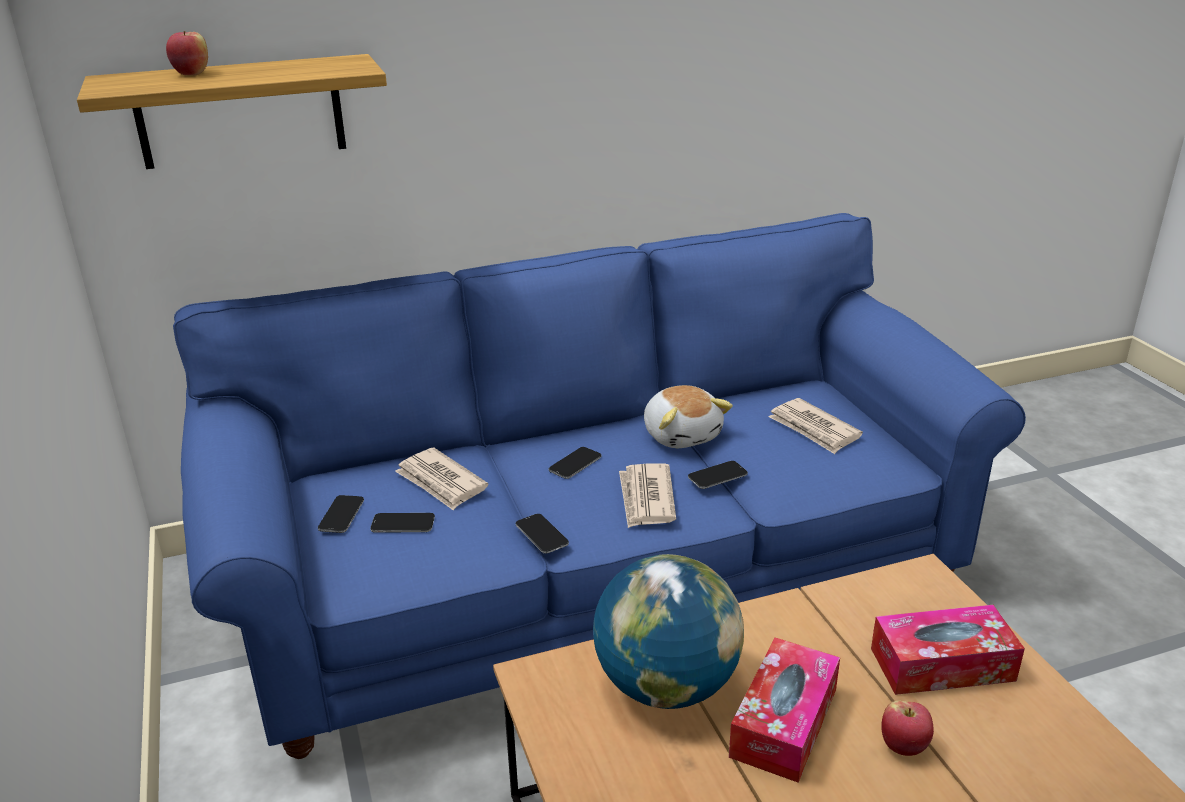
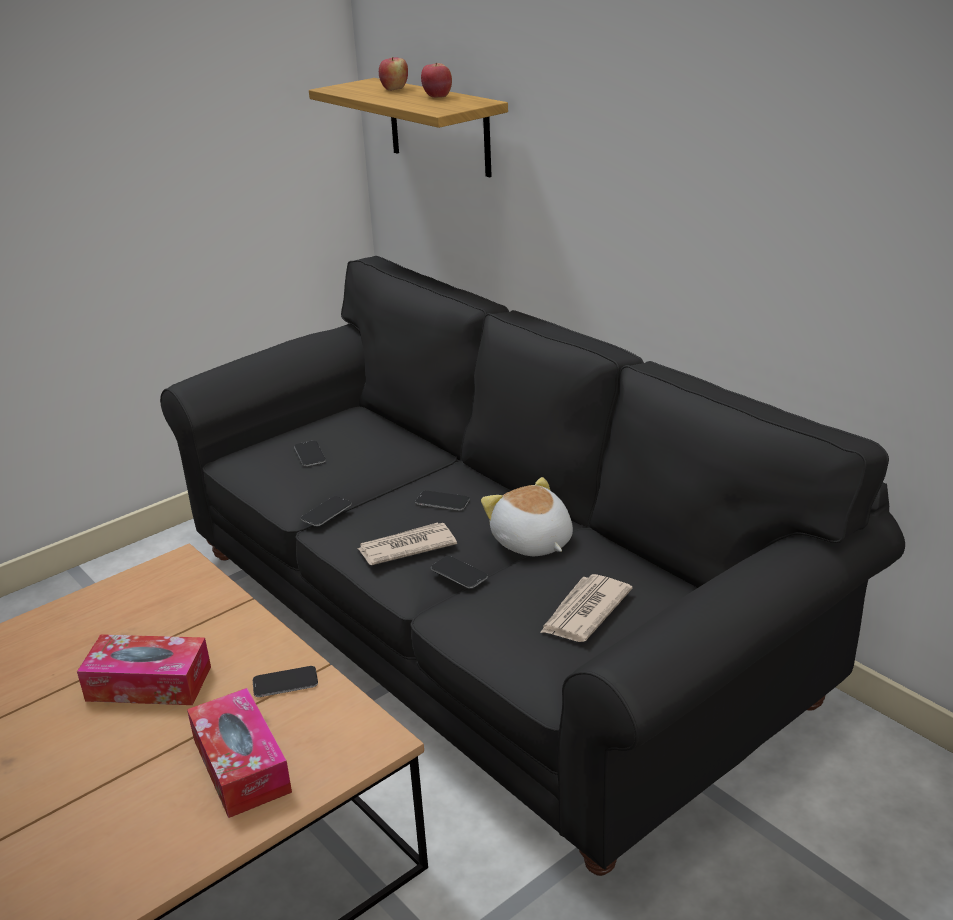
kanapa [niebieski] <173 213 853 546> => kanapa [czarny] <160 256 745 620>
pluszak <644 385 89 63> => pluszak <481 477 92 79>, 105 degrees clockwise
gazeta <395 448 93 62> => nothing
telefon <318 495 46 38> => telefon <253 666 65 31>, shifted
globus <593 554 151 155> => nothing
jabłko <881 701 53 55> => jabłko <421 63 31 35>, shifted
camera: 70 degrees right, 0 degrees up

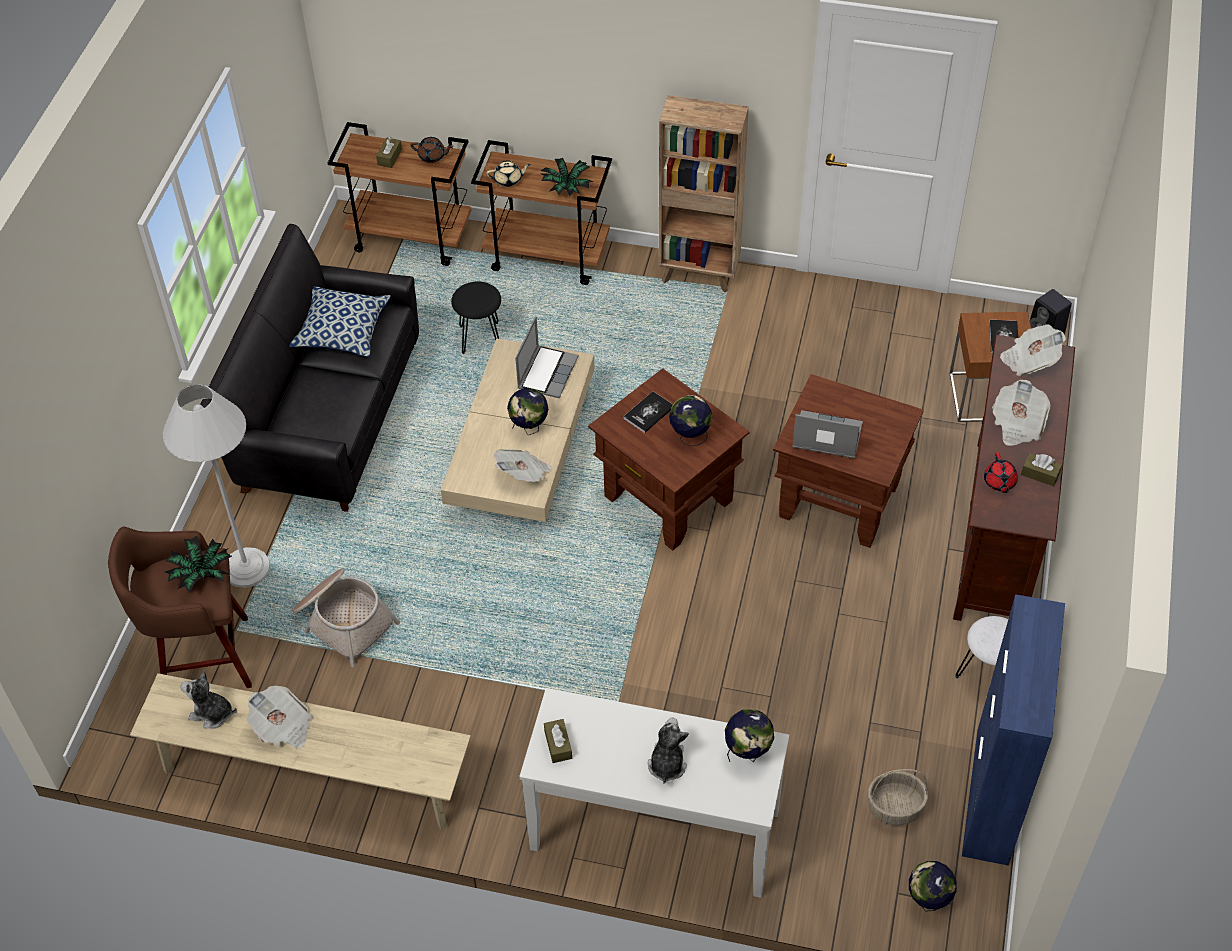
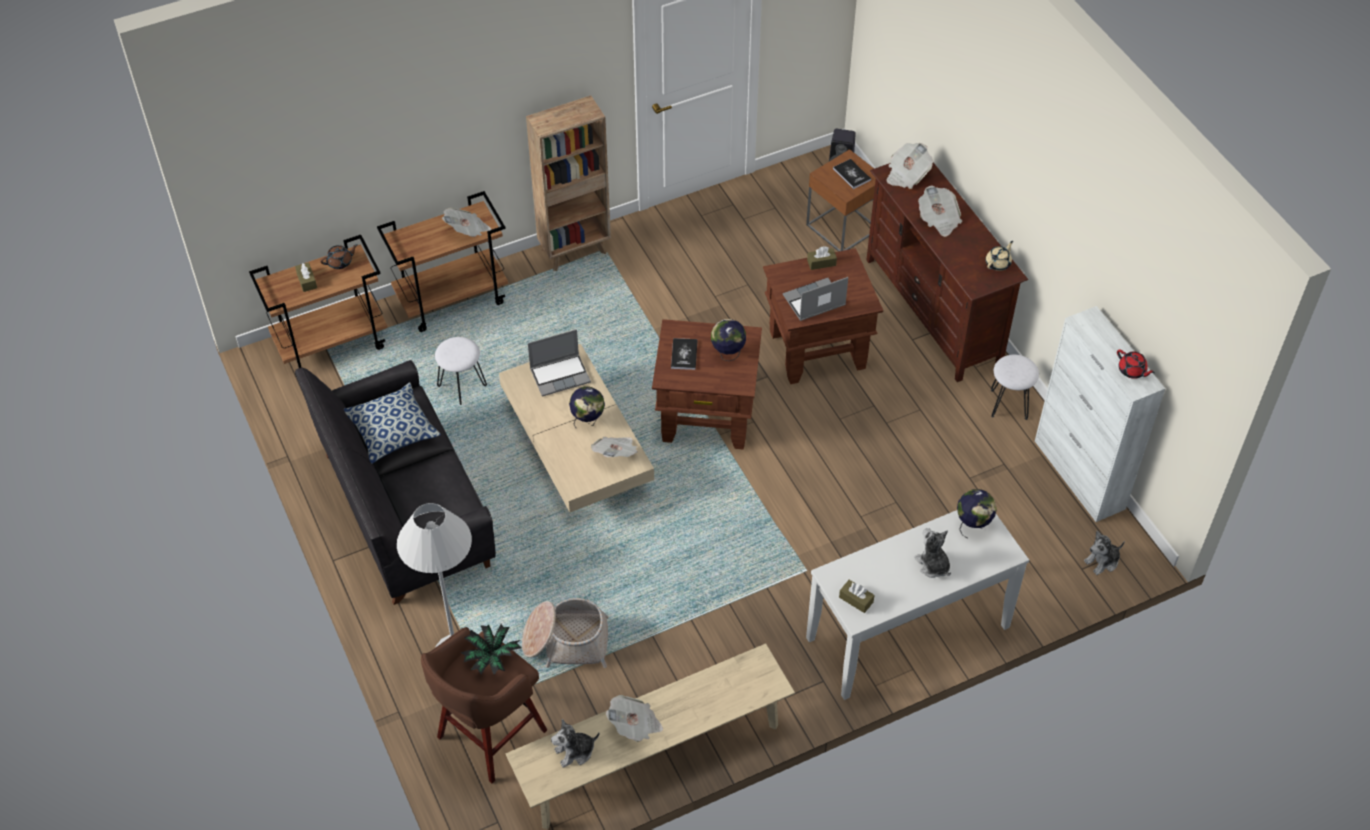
roślina doniczkowa <541 158 53 39> => gazeta <442 207 49 30>
imbryk [beżowy] <486 160 45 27> => imbryk [beżowy] <986 241 27 30>, shifted
stołek [czarny] <451 282 50 72> => stołek [biały] <435 337 52 68>
laptop <515 316 63 82> => laptop <528 329 63 68>, 90 degrees clockwise
imbryk [czerwony] <984 452 34 41> => imbryk [czerwony] <1117 349 38 30>, shifted
pudełko chusteczek [brązowy] <1021 453 41 33> => pudełko chusteczek [brązowy] <807 246 30 24>, shifted
szafka [niebieski] <962 594 103 271> => szafka [biały] <1035 306 131 216>
koszyk <868 769 60 57> => nothing
globus <909 861 48 51> => pluszak <1084 531 41 44>
camera: 40 degrees left, 0 degrees up

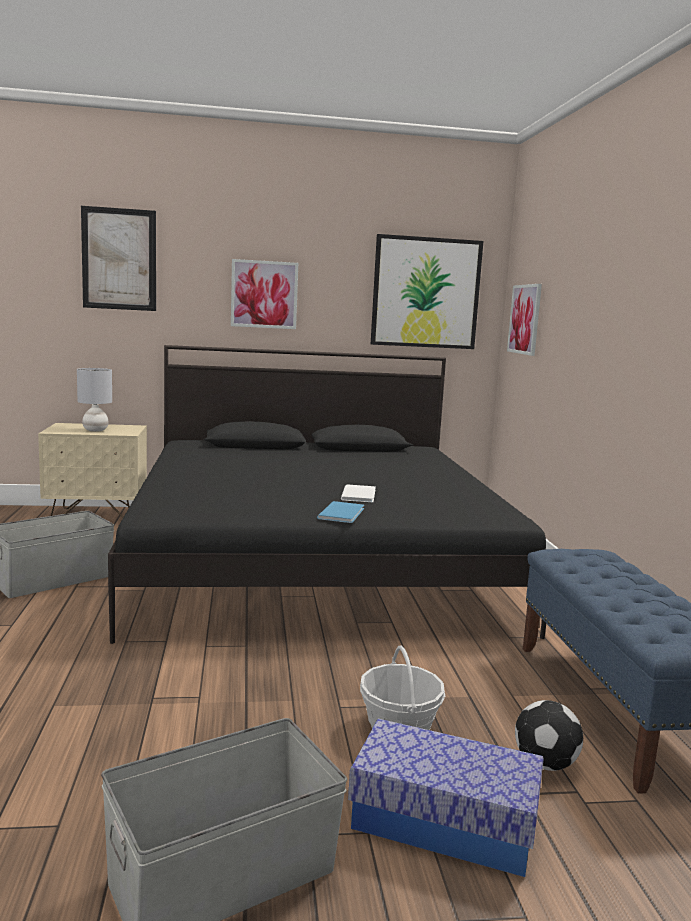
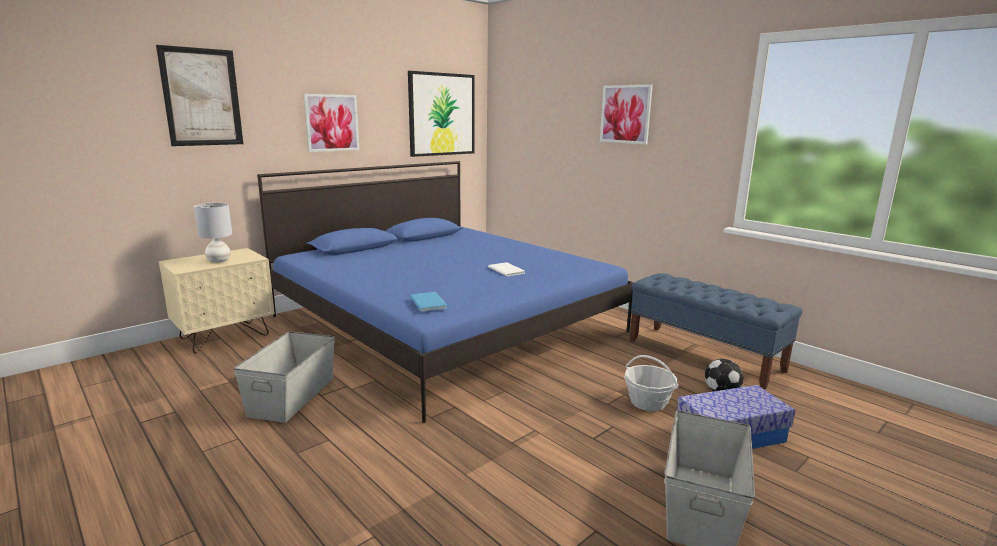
obraz <507 284 35 72> => obraz <600 84 53 60>, shifted
łóżko [czarny] <108 345 438 299> => łóżko [niebieski] <257 161 377 262>
książka [niebieski] <317 501 47 22> => książka [niebieski] <410 292 37 20>, shifted
camera: 35 degrees left, 5 degrees up

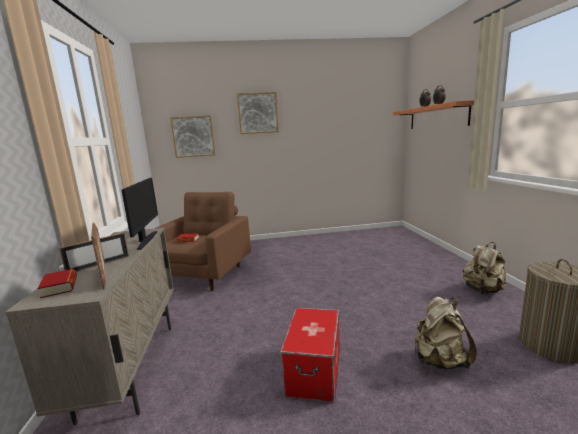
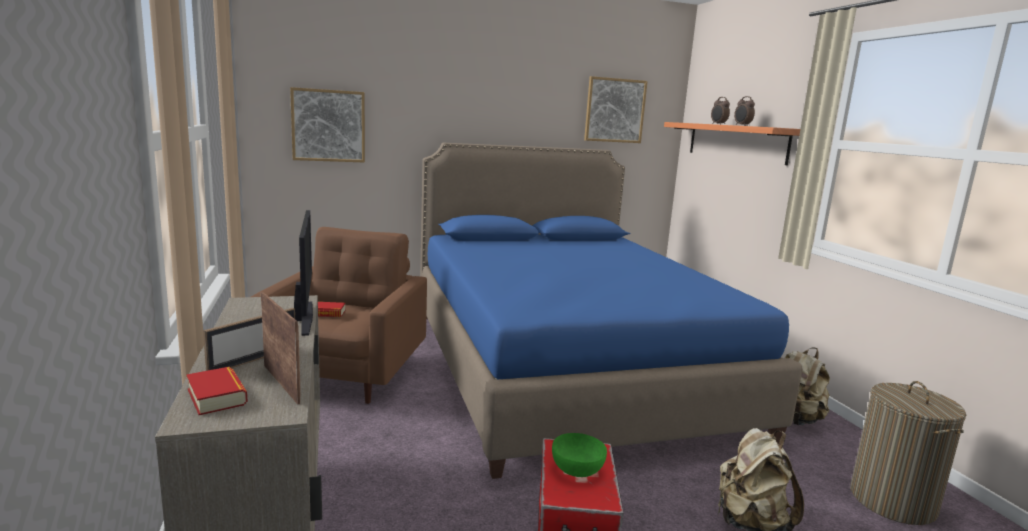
obraz <237 92 42 42> => obraz <584 76 64 67>, shifted
nothing => łóżko [niebieski] <420 143 383 336>
nothing => miska [zielony] <552 433 55 44>
camera: 10 degrees left, 0 degrees up

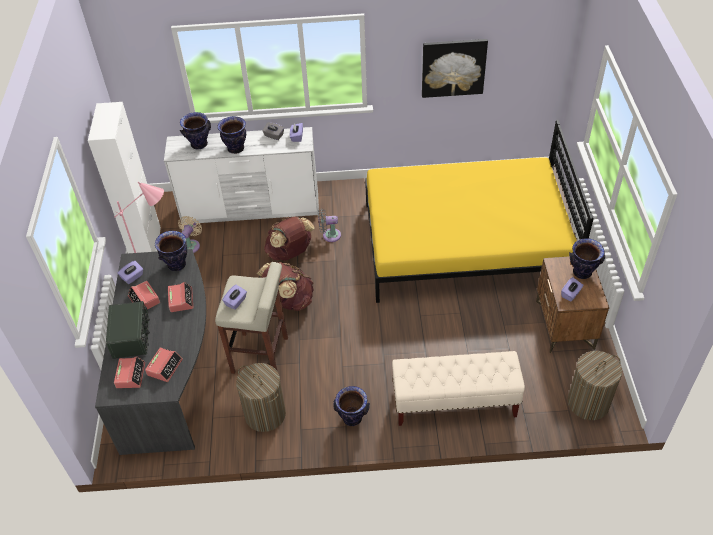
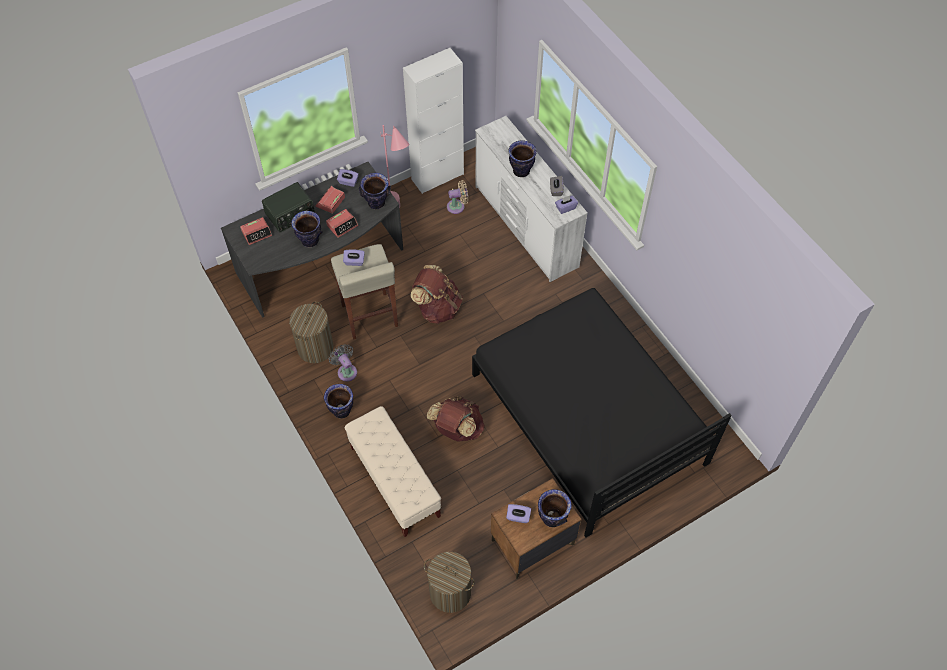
obraz <422 39 66 59> => nothing
wazon <180 112 31 38> => wazon <291 211 32 36>, shifted
łóżko [żółty] <365 120 229 183> => łóżko [czarny] <472 288 260 249>
wentylator [szary] <318 208 23 34> => wentylator [szary] <329 344 28 38>, shifted
plecak [brązowy] <264 216 51 45> => plecak [brązowy] <427 396 58 46>, shifted
budzik <145 347 38 35> => nothing
camera: 60 degrees right, 10 degrees up

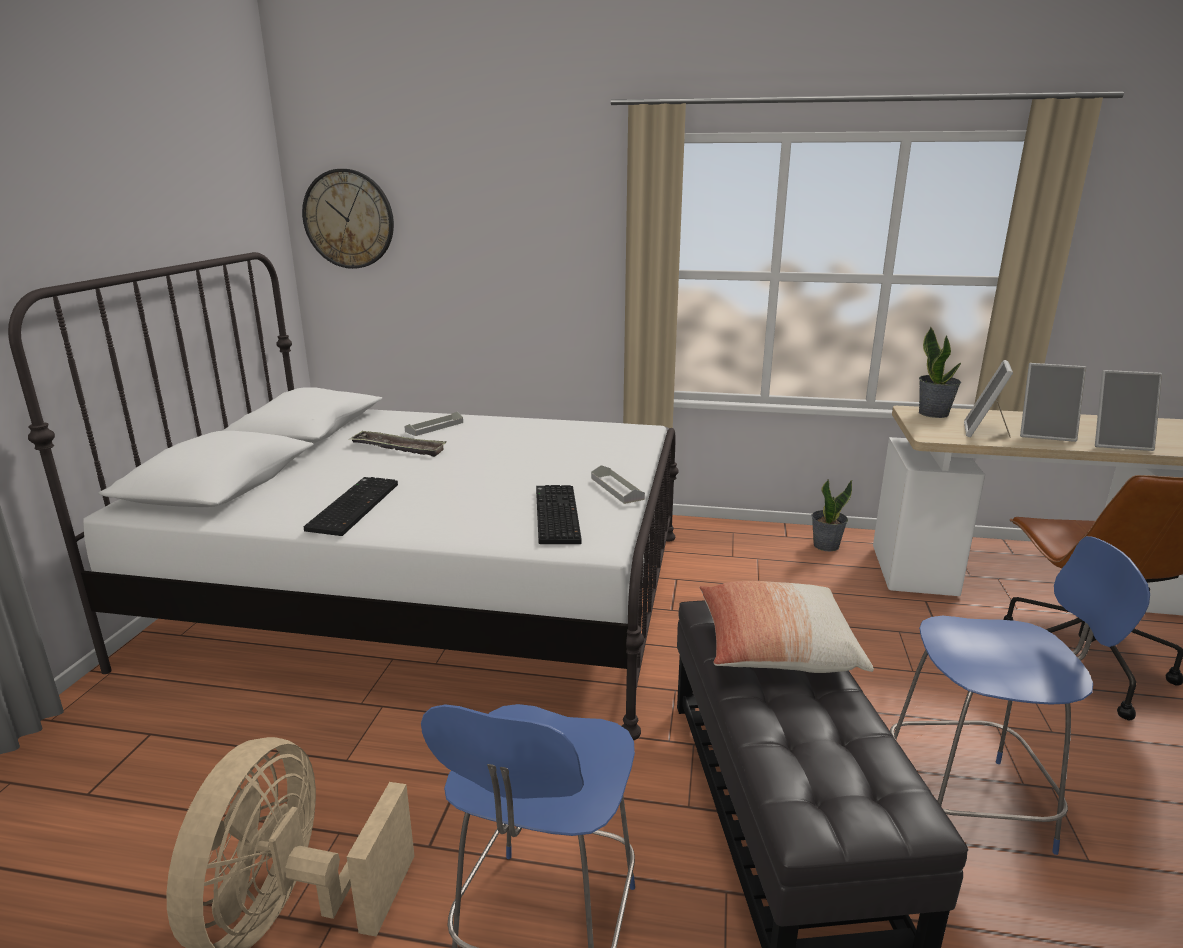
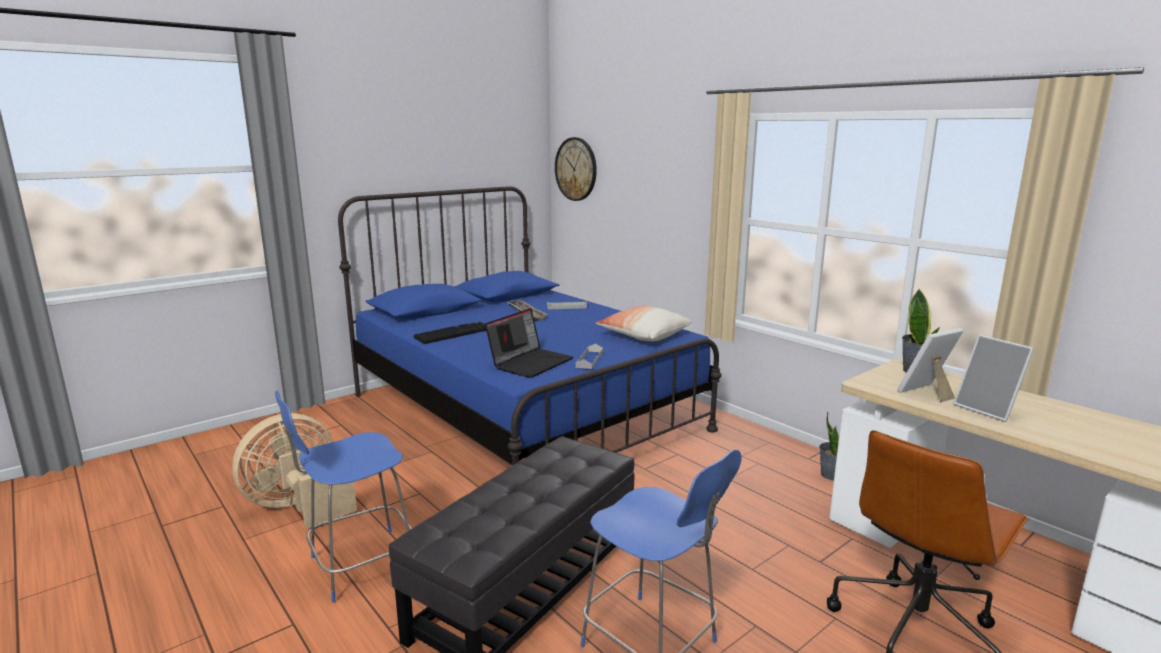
łóżko [biały] <8 252 671 488> => łóżko [niebieski] <338 186 384 280>
ramka na zdjęcie <1095 370 67 81> => nothing
klawiatura <536 485 46 59> => laptop <485 308 88 70>
poduszka <699 581 175 92> => poduszka <596 305 96 36>, shifted
camera: 40 degrees right, 5 degrees down

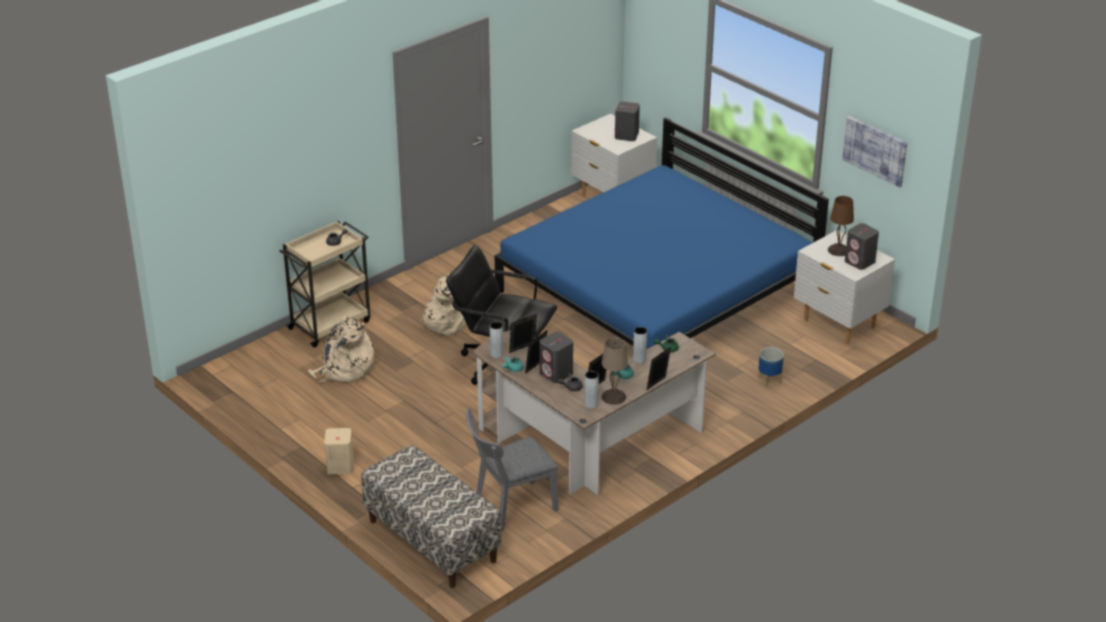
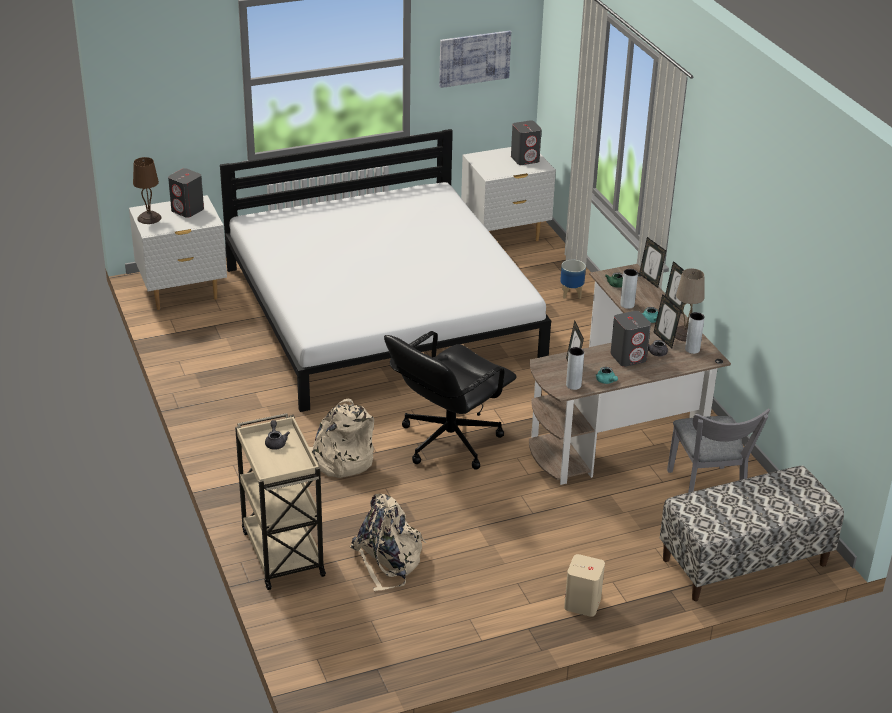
łóżko [niebieski] <494 117 335 232> => łóżko [biały] <220 129 331 283>
lampa stołowa [brązowy] <828 196 26 60> => lampa stołowa [brązowy] <133 157 28 67>, shifted
ramka na zdjęcie <525 329 23 45> => ramka na zdjęcie <639 237 27 51>, shifted
camera: 70 degrees left, 0 degrees up

